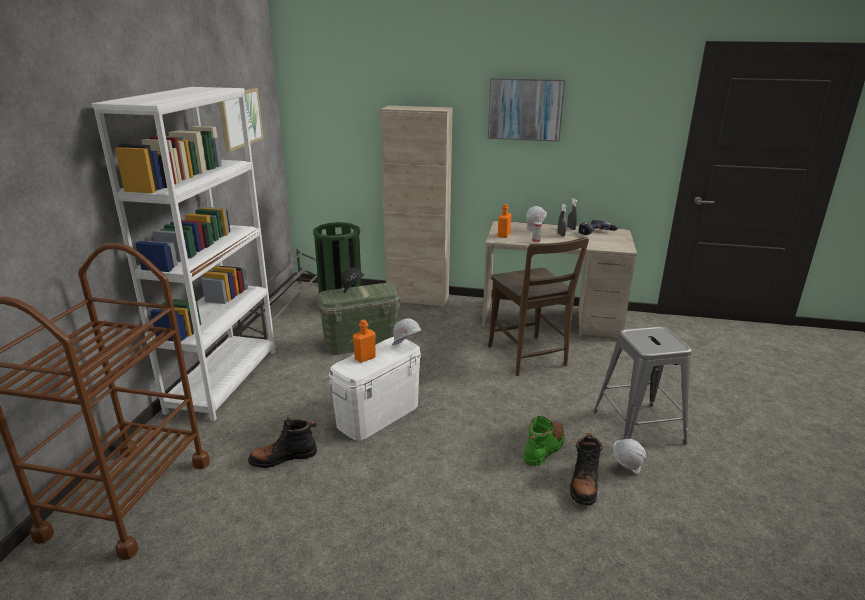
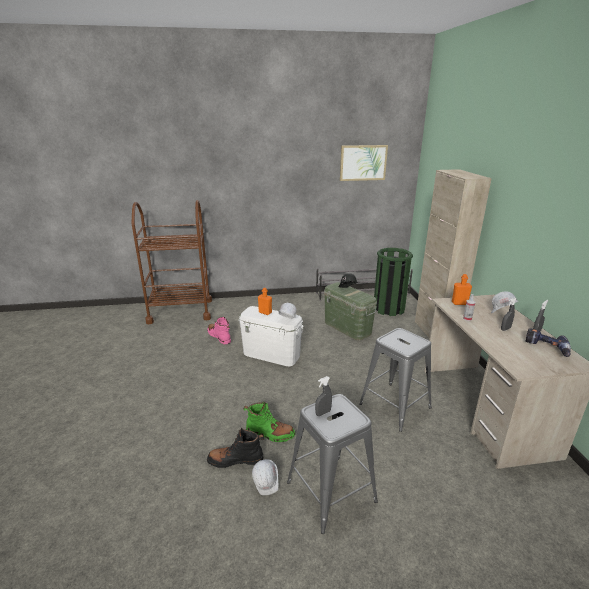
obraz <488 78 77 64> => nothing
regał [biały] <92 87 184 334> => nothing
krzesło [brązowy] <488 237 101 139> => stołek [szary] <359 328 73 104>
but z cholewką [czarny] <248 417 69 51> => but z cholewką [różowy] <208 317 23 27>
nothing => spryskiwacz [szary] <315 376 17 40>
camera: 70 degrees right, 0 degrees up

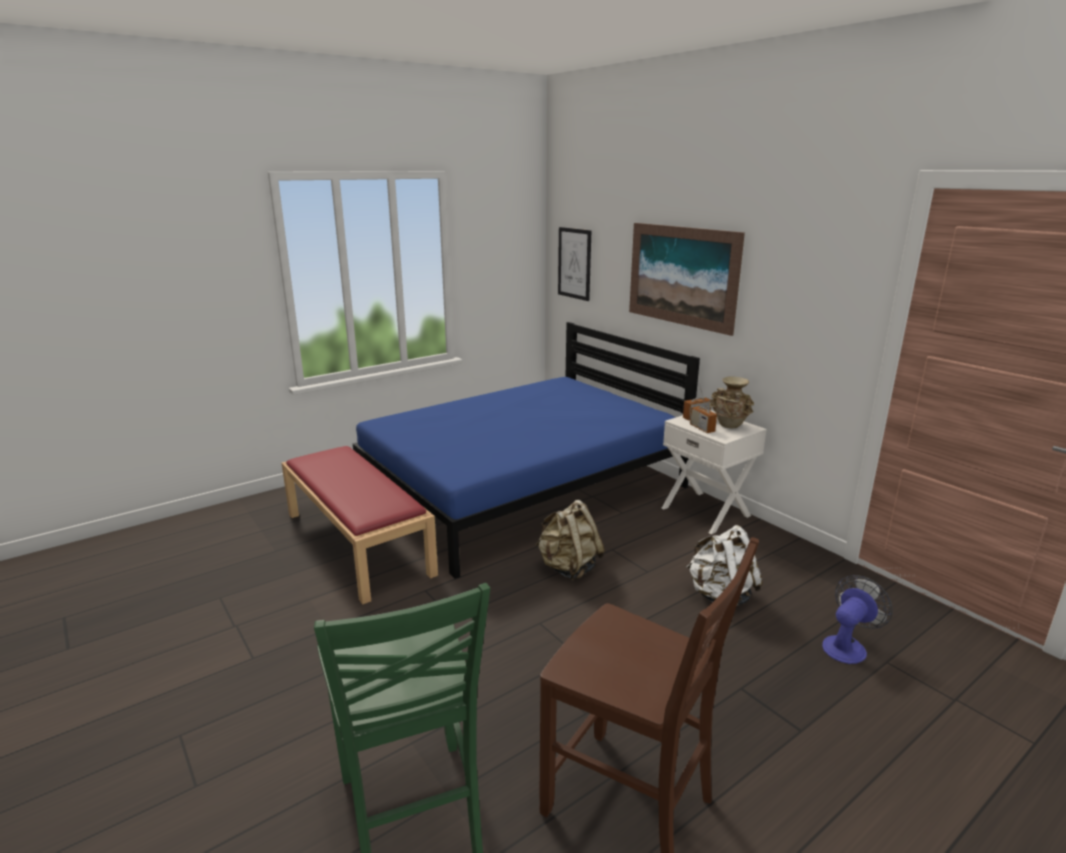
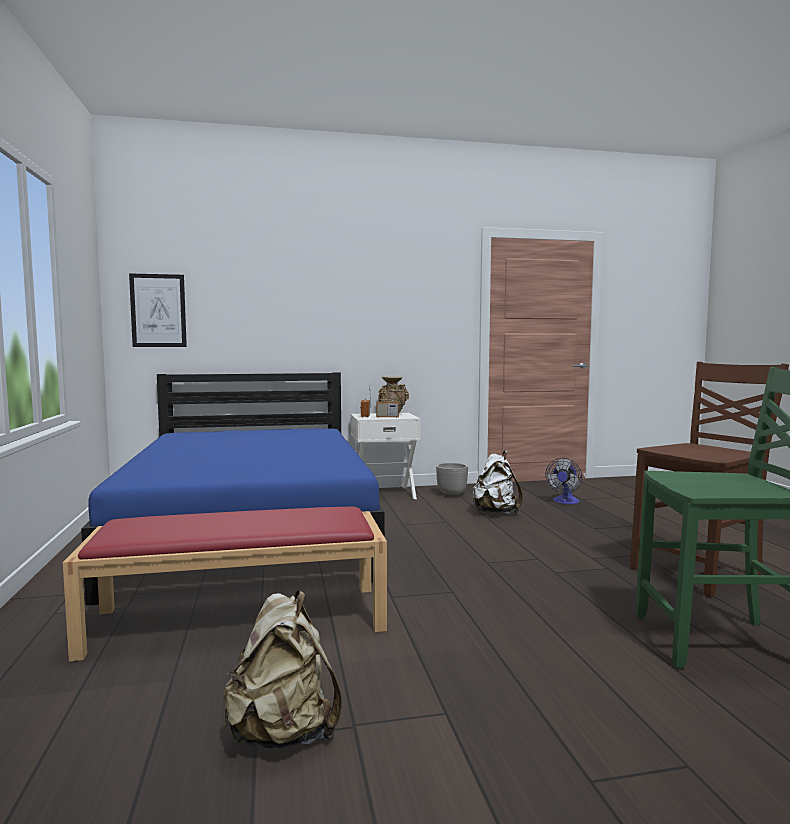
obraz <629 223 116 113> => nothing
plecak [beżowy] <535 500 70 81> => plecak [beżowy] <223 591 119 158>, shifted
wentylator <822 575 71 89> => wentylator <545 458 37 46>, 135 degrees counterclockwise
nothing => donica <436 463 32 34>
camera: 65 degrees left, 15 degrees down

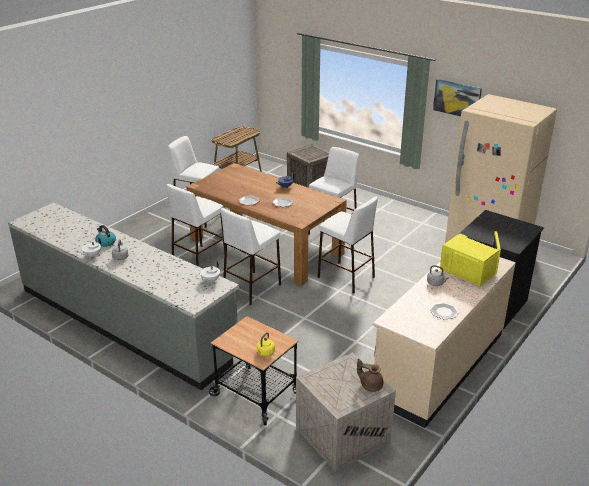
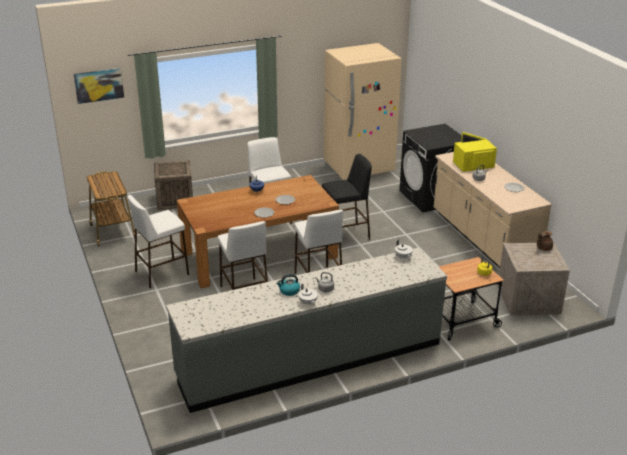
obraz <433 79 49 38> => obraz <74 68 50 36>, shifted
stołek [biały] <318 197 60 96> => stołek [czarny] <322 154 50 86>
camera: 60 degrees left, 0 degrees up

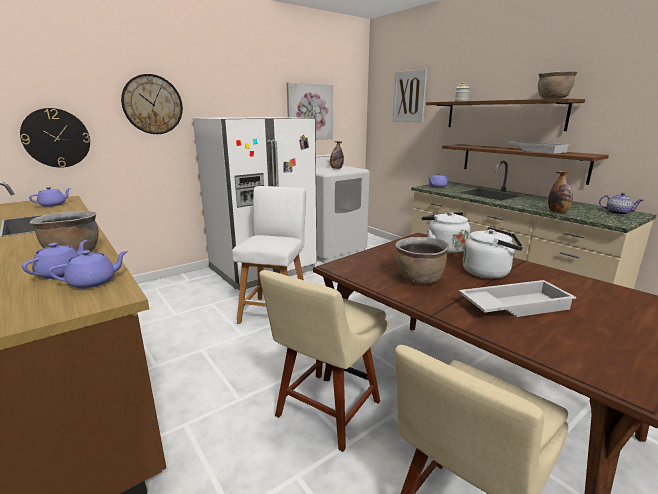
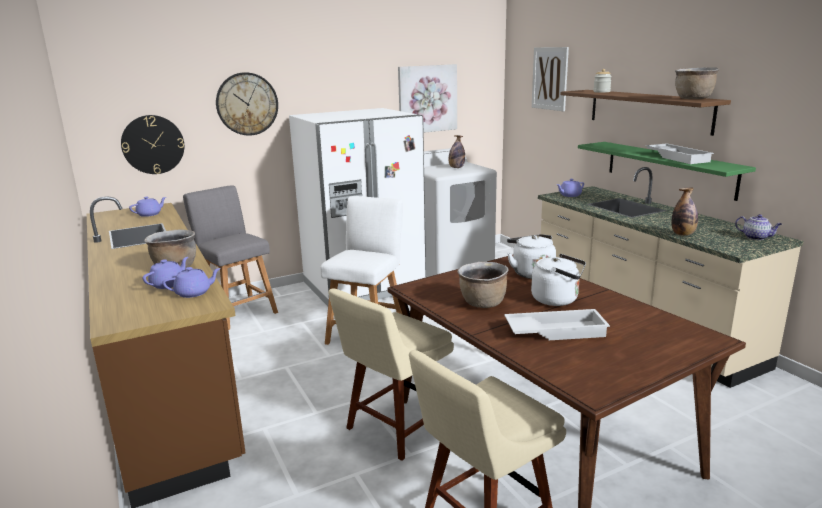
półka [brązowy] <442 144 167 41> => półka [zielony] <578 142 178 59>
nothing => stołek [szary] <183 185 95 145>
camera: 10 degrees right, 0 degrees up

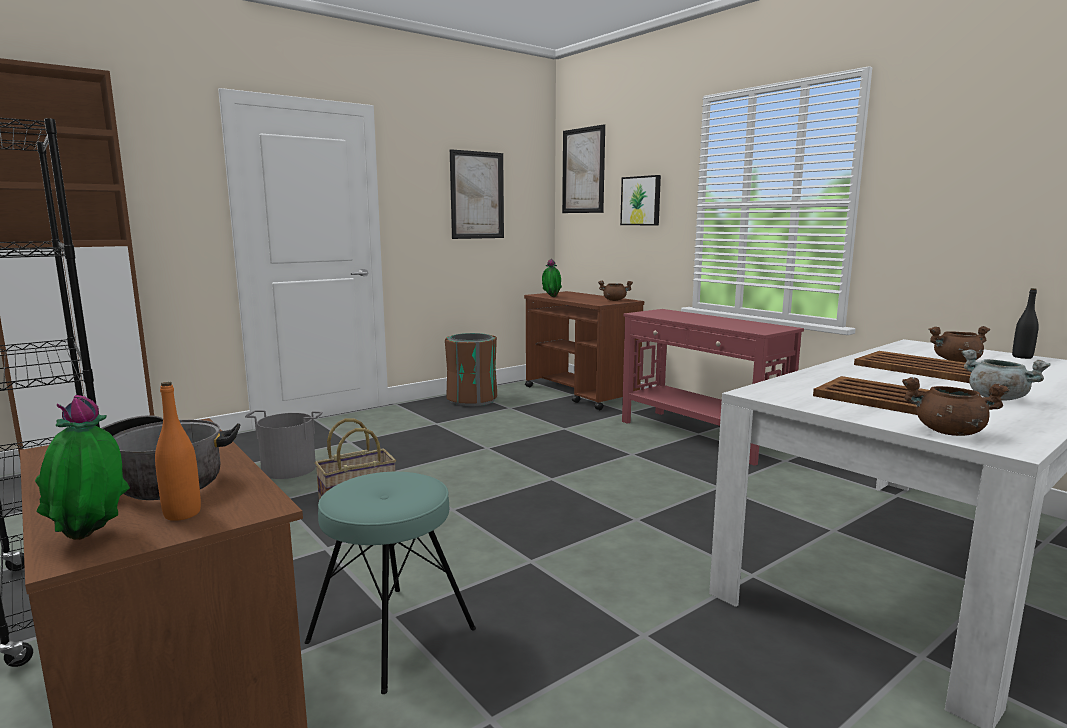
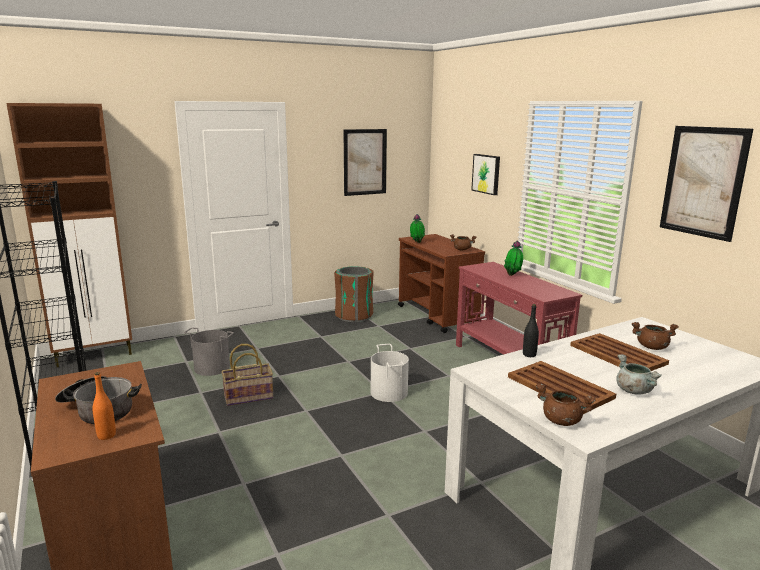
obraz <562 124 43 89> => obraz <660 126 93 116>, shifted
butelka [czarny] <1012 288 27 71> => butelka [czarny] <523 304 16 53>, shifted
roślina doniczkowa <35 395 95 145> => roślina doniczkowa <504 240 19 36>, shifted
stołek [turkusowy] <305 472 171 222> => nothing
nothing => wiadro [biały] <371 344 38 58>
camera: 10 degrees right, 5 degrees up

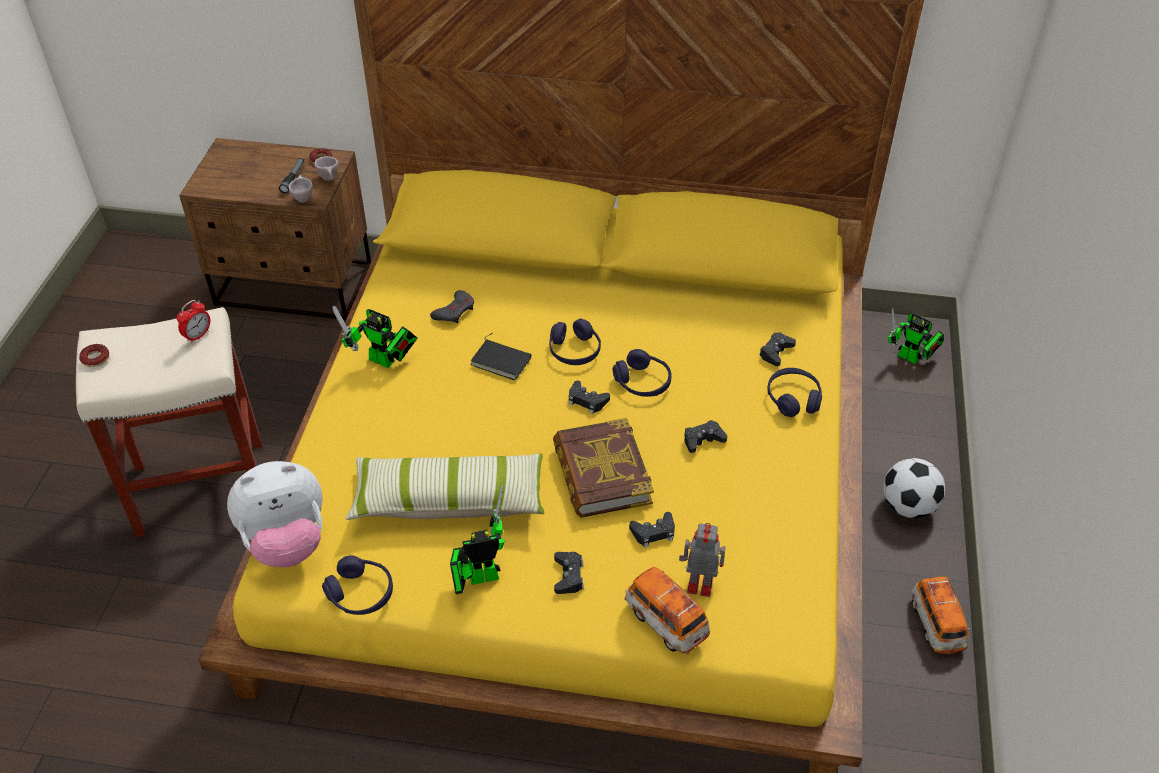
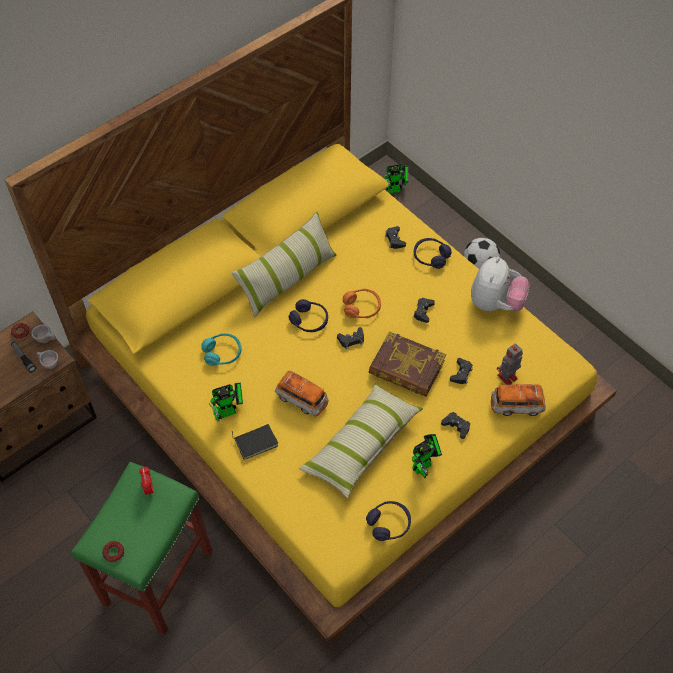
pad do gier [szary] <430 290 44 33> => słuchawki [turkusowy] <201 333 40 33>
stołek [beżowy] <76 307 186 230> => stołek [zielony] <71 462 142 173>
książka [czarny] <470 333 61 47> => książka [czarny] <232 424 46 36>, shifted
słuchawki [fioletowy] <613 349 59 48> => słuchawki [pomarańczowy] <343 289 38 29>
pluszak <227 461 96 106> => pluszak <471 257 59 54>, shifted
robot zabawkowy <450 485 55 109> => robot zabawkowy <412 434 30 44>, 150 degrees counterclockwise
samochodzik <911 576 60 78> => samochodzik <275 371 54 45>, shifted
nothing => poduszka <231 212 106 106>
camera: 50 degrees left, 10 degrees up

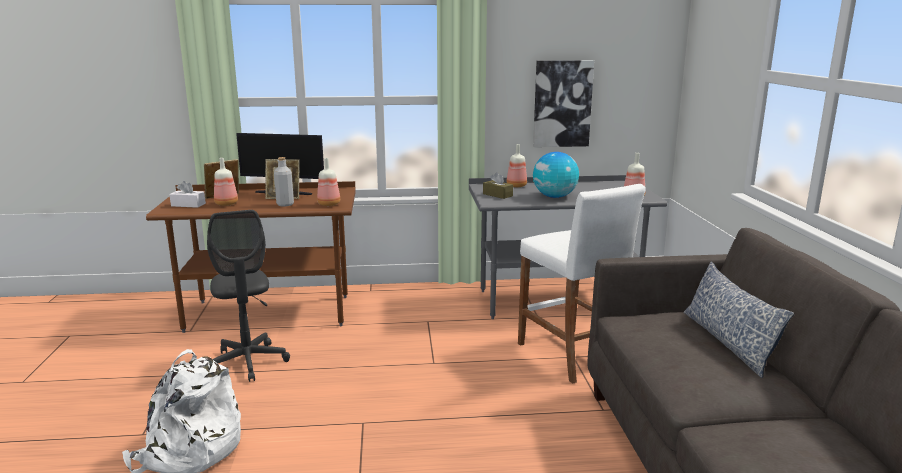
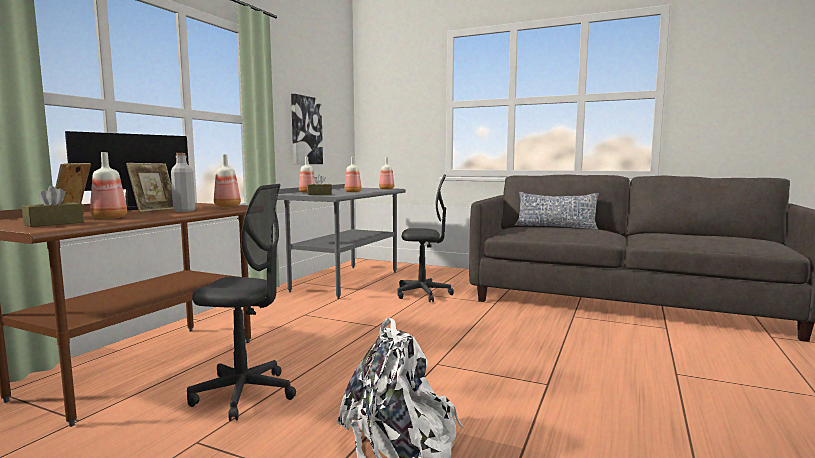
globus <533 152 46 46> => butelka <345 157 17 35>
pudełko chusteczek [biały] <169 181 37 27> => pudełko chusteczek [brązowy] <22 186 62 41>
stołek [biały] <518 184 128 200> => krzesło biurowe [szary] <397 174 57 128>
camera: 60 degrees left, 10 degrees down

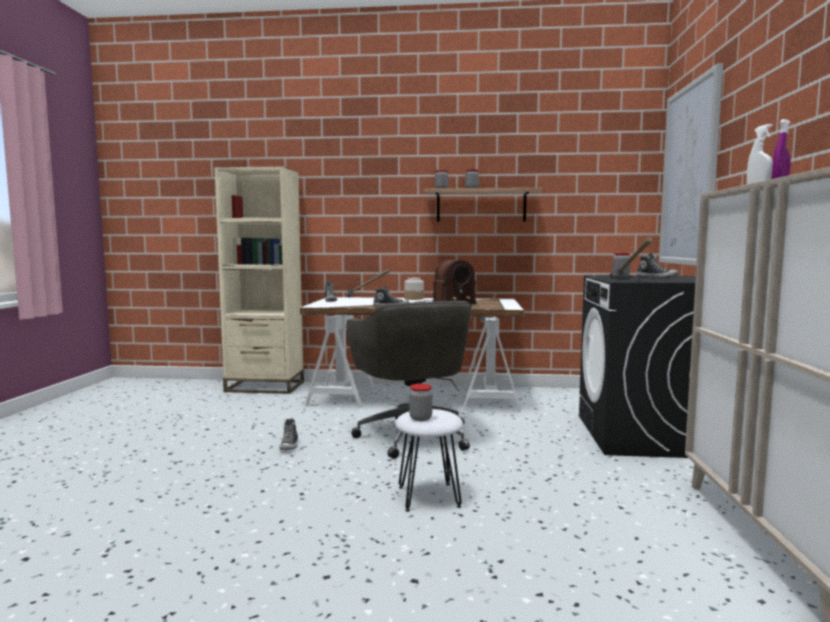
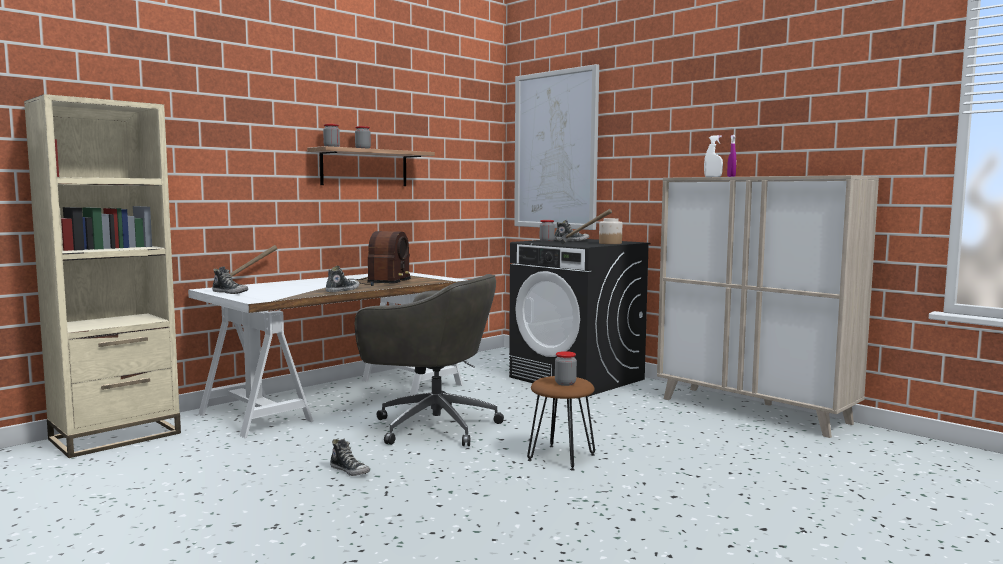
słoik <404 278 20 22> => słoik <599 218 23 26>, shifted
stołek [biały] <395 409 68 103> => stołek [brązowy] <527 376 68 95>
camera: 50 degrees left, 0 degrees up

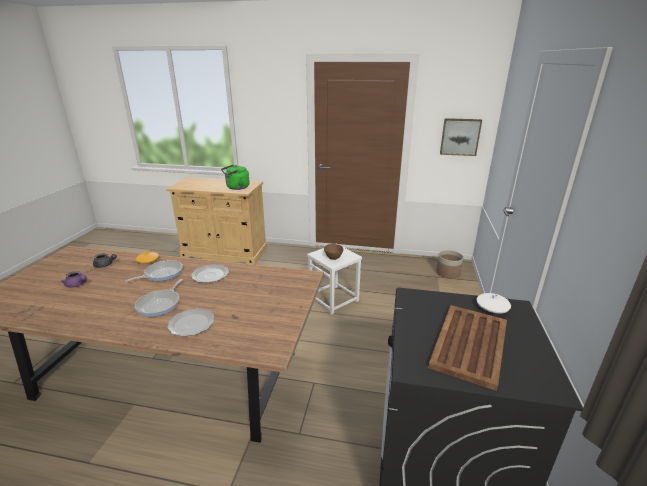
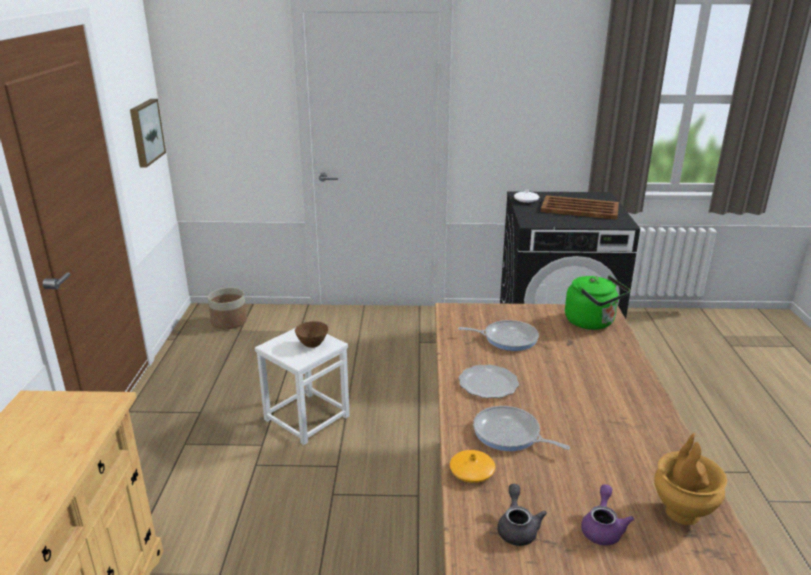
czajnik [zielony] <221 164 29 26> => czajnik [zielony] <565 275 65 55>, shifted
patelnia <135 279 48 38> => patelnia <458 320 81 31>, shifted
talerz <167 308 47 29> => nothing
nothing => wazon [brązowy] <654 433 73 92>
camera: 100 degrees left, 0 degrees up

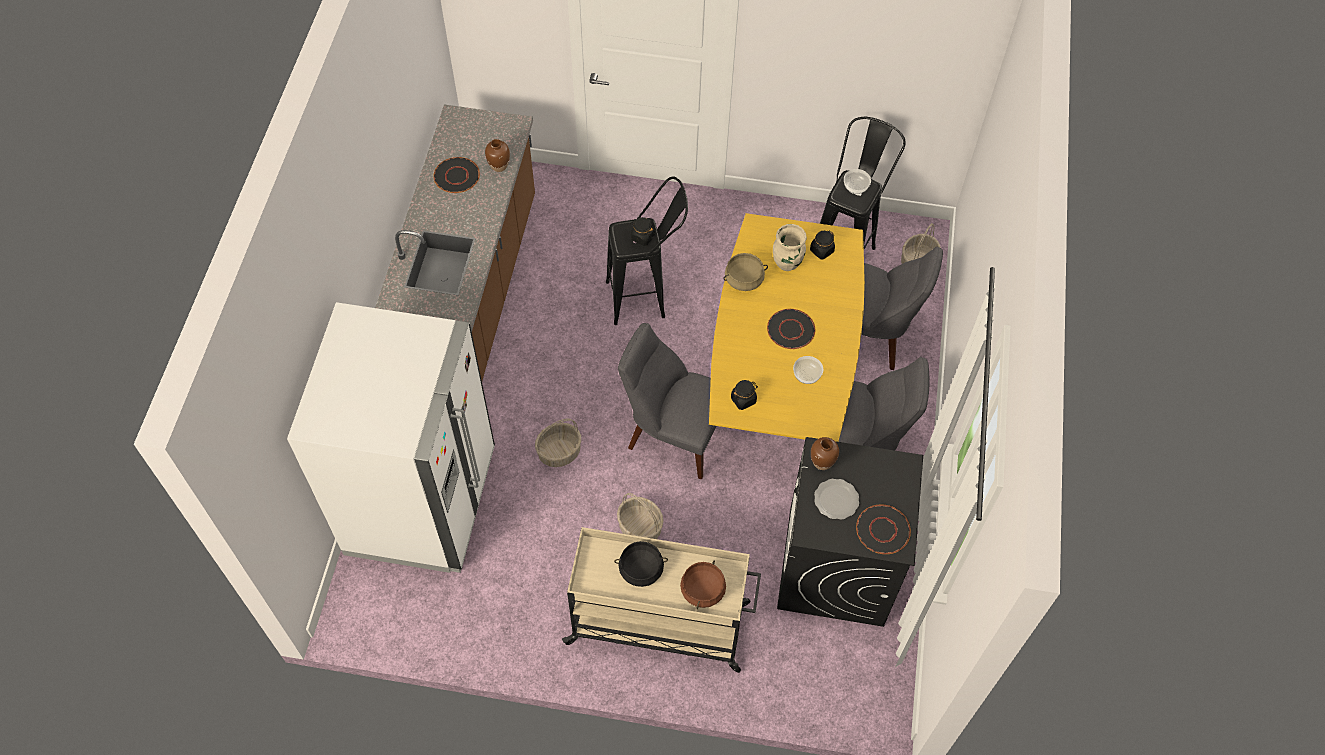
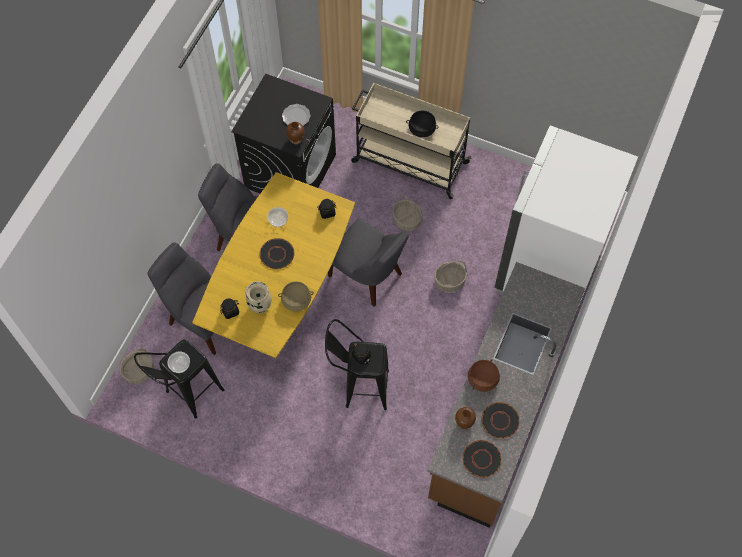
talerz [czarny] <856 504 55 50> => talerz [czarny] <462 440 40 38>, shifted
garnek [brązowy] <680 560 46 49> => garnek [brązowy] <468 359 32 33>, shifted
camera: 165 degrees left, 5 degrees up

